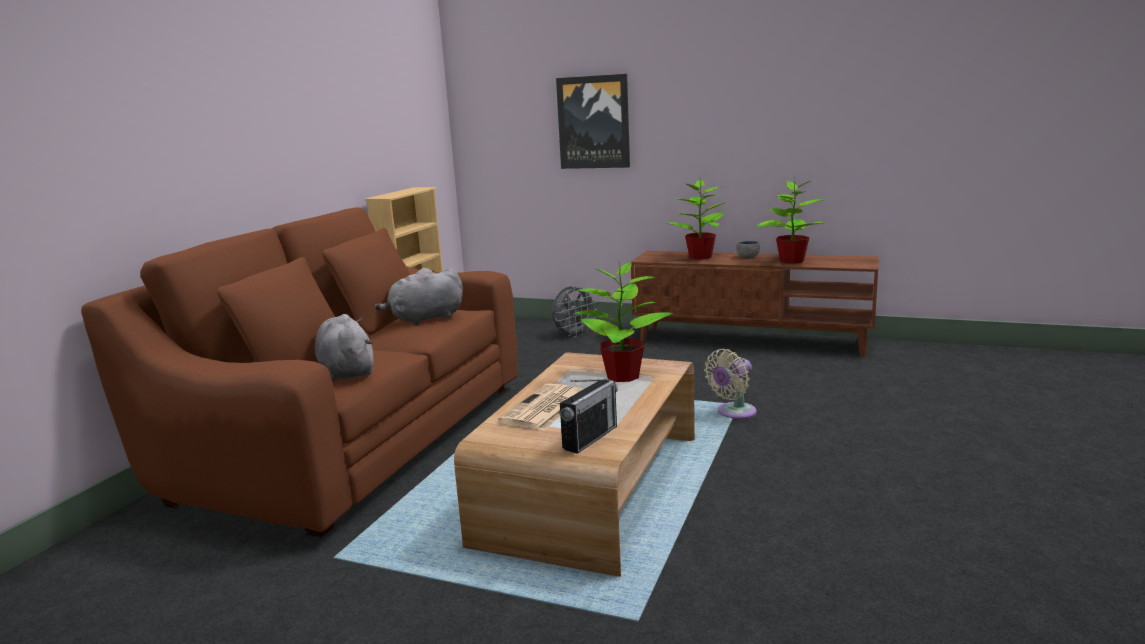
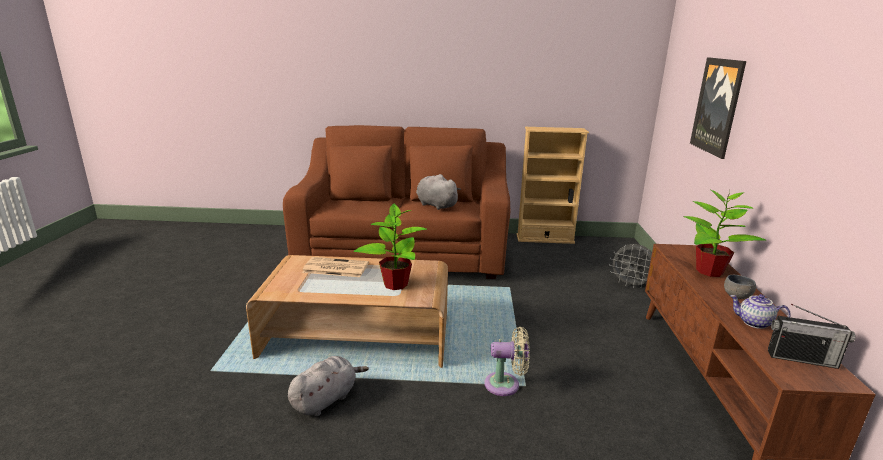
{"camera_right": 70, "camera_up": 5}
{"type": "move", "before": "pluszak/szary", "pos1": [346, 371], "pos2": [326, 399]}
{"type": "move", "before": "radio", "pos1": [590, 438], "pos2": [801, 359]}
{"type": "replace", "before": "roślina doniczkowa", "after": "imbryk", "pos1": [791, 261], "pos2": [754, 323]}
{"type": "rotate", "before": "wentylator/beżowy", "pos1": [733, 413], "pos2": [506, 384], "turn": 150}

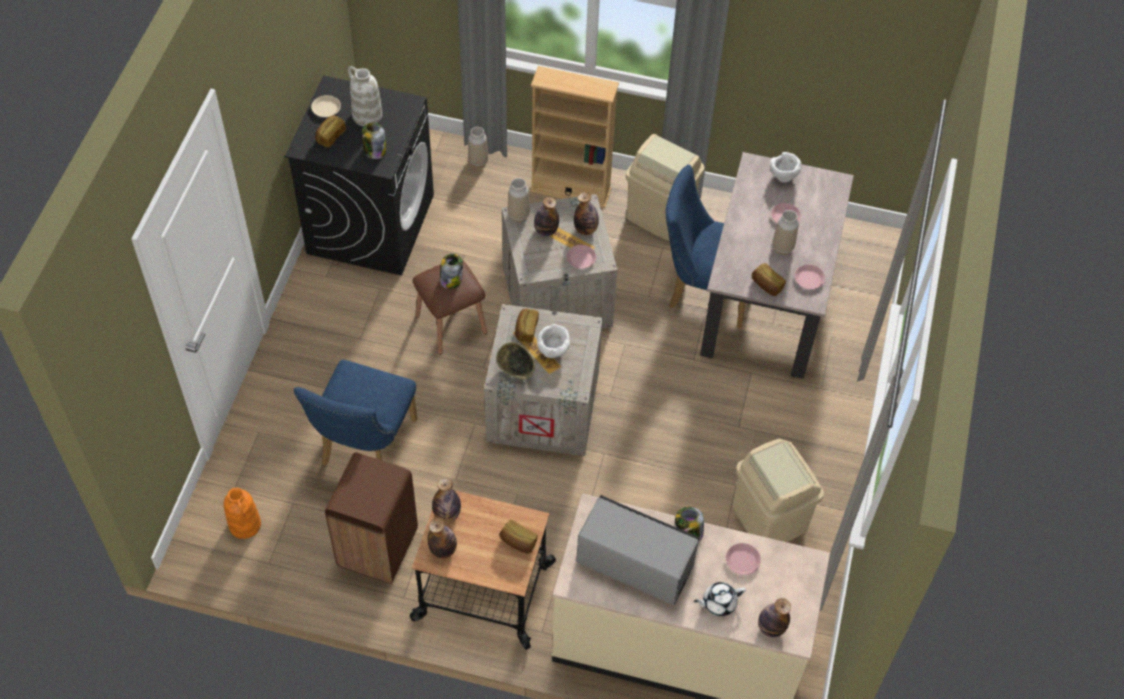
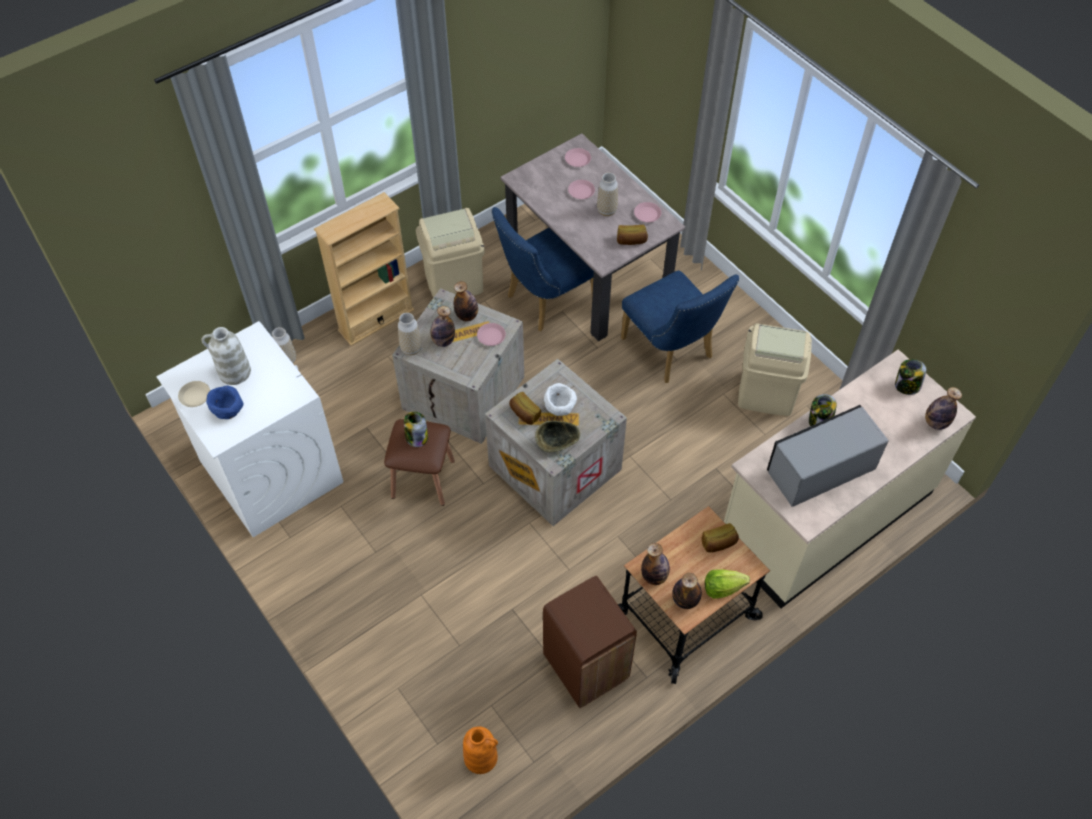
{"camera_right": -50, "camera_up": 0}
{"type": "delete", "before": "imbryk/biały", "pos1": [718, 603]}
{"type": "delete", "before": "miska/biały", "pos1": [783, 177]}
{"type": "insert", "after": "sałata", "pos2": [722, 588]}
{"type": "move", "before": "krzesło/niebieski", "pos1": [364, 447], "pos2": [671, 352]}
{"type": "move", "before": "słoik", "pos1": [374, 151], "pos2": [906, 386]}
{"type": "move", "before": "talerz/różowy", "pos1": [742, 560], "pos2": [577, 160]}
{"type": "replace", "before": "chleb", "after": "miska/niebieski", "pos1": [330, 136], "pos2": [228, 411]}
{"type": "recolor", "before": "pralka/czarny", "after": "pralka/biały", "pos1": [370, 223], "pos2": [270, 471]}

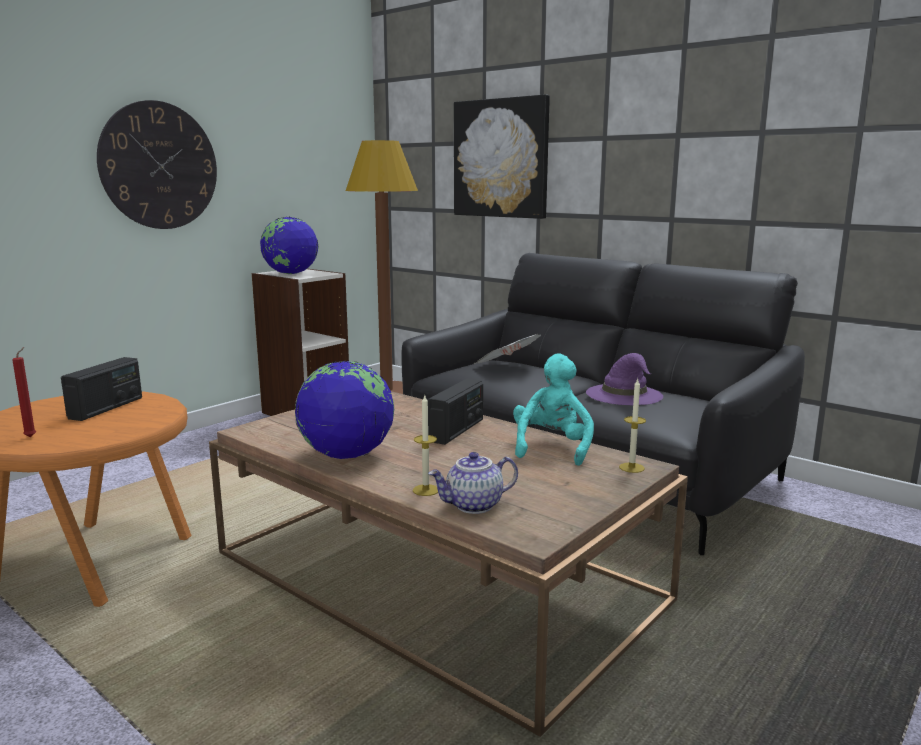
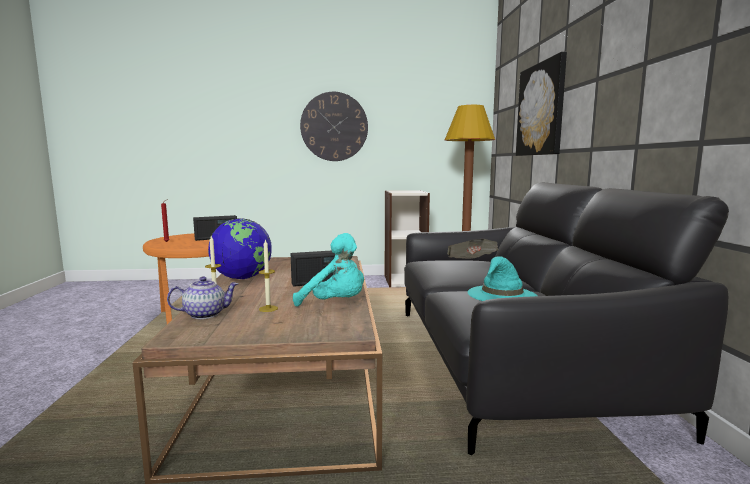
{"camera_right": 45, "camera_up": -5}
{"type": "delete", "before": "globus", "pos1": [290, 274]}
{"type": "move", "before": "świeca", "pos1": [631, 467], "pos2": [268, 308]}
{"type": "recolor", "before": "kapelusz/fioletowy", "after": "kapelusz/turkusowy", "pos1": [625, 394], "pos2": [502, 295]}
{"type": "rotate", "before": "imbryk", "pos1": [474, 506], "pos2": [205, 314], "turn": 135}
{"type": "rotate", "before": "pluszak/turkusowy", "pos1": [552, 448], "pos2": [336, 304], "turn": 60}

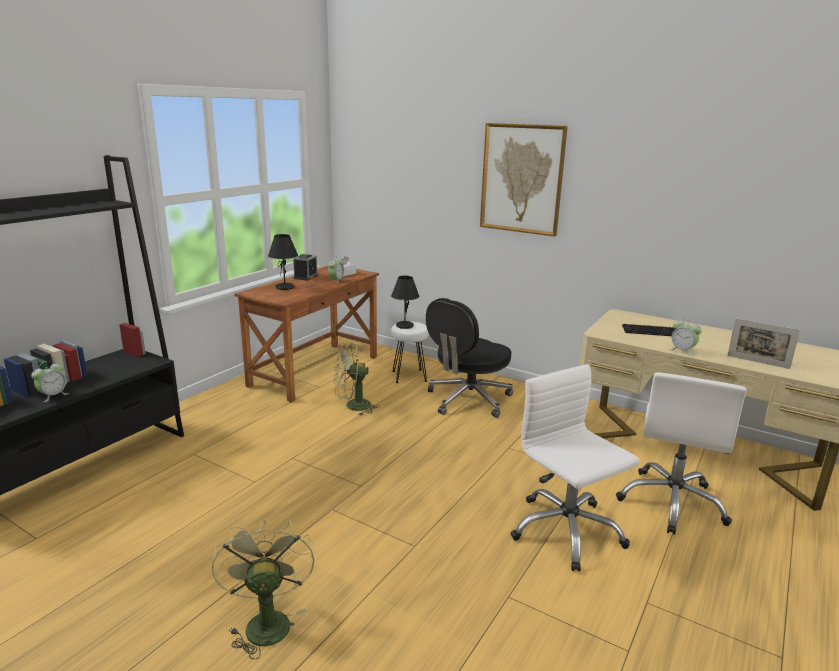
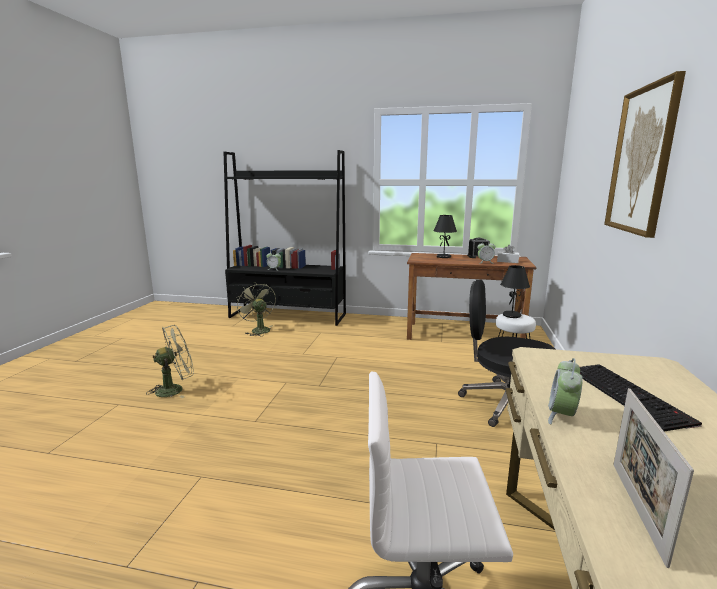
{"camera_right": 70, "camera_up": -5}
{"type": "delete", "before": "krzesło biurowe/biały", "pos1": [566, 531]}
{"type": "move", "before": "wentylator/zielony", "pos1": [352, 407], "pos2": [258, 330]}

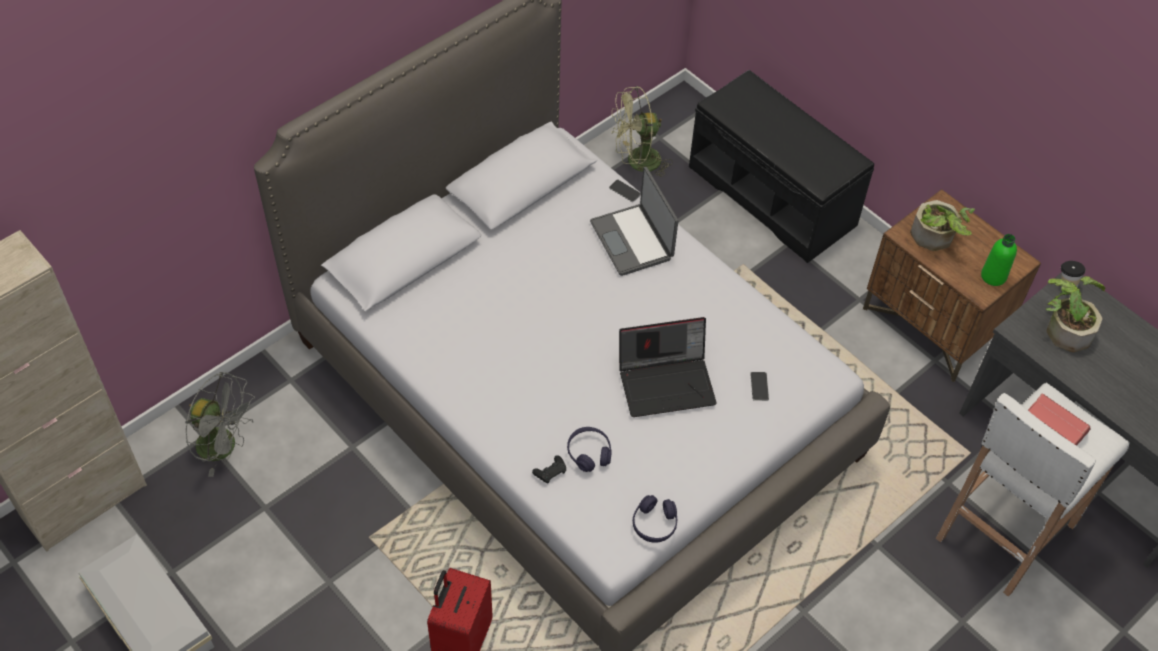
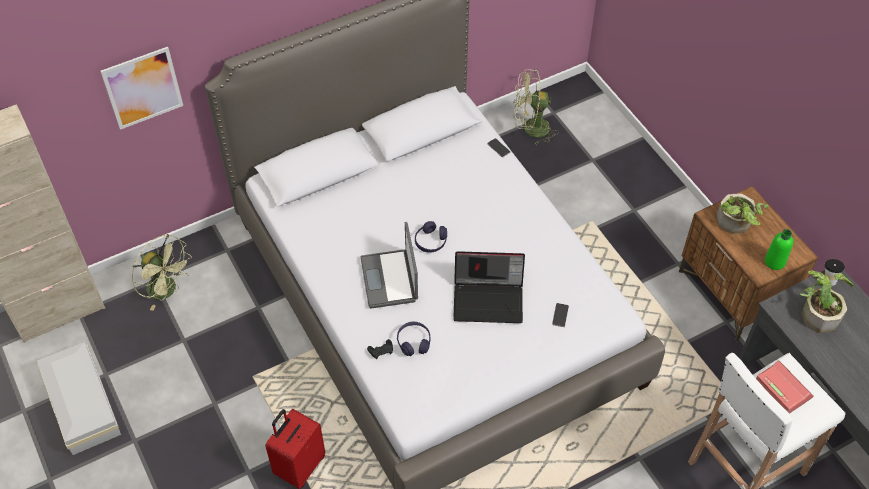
{"camera_right": 15, "camera_up": 0}
{"type": "delete", "before": "ławka/czarny", "pos1": [772, 195]}
{"type": "insert", "after": "obraz", "pos2": [143, 88]}
{"type": "move", "before": "laptop", "pos1": [633, 240], "pos2": [390, 279]}
{"type": "move", "before": "słuchawki/fioletowy", "pos1": [654, 524], "pos2": [431, 241]}
{"type": "recolor", "before": "wentylator/szary", "after": "wentylator/zielony", "pos1": [225, 446], "pos2": [167, 290]}

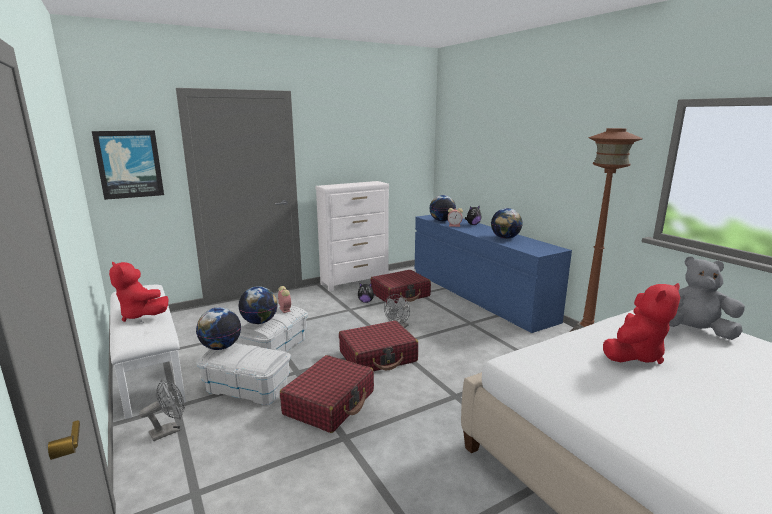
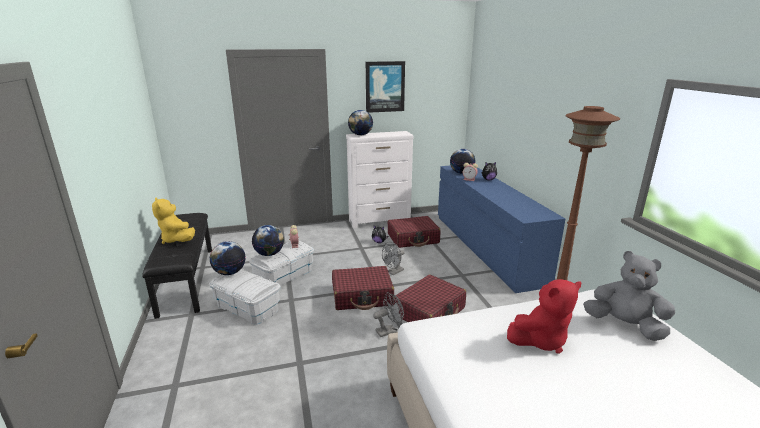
{"camera_right": 15, "camera_up": 5}
{"type": "move", "before": "obraz", "pos1": [129, 164], "pos2": [385, 87]}
{"type": "move", "before": "wentylator/szary", "pos1": [169, 430], "pos2": [389, 330]}
{"type": "move", "before": "walizka/czerwony", "pos1": [330, 403], "pos2": [429, 311]}
{"type": "move", "before": "globus", "pos1": [505, 238], "pos2": [360, 135]}
{"type": "recolor", "before": "pluszak/czerwony", "after": "pluszak/żółty", "pos1": [141, 315], "pos2": [177, 240]}
{"type": "recolor", "before": "ławka/biały", "after": "ławka/czarny", "pos1": [148, 368], "pos2": [186, 280]}

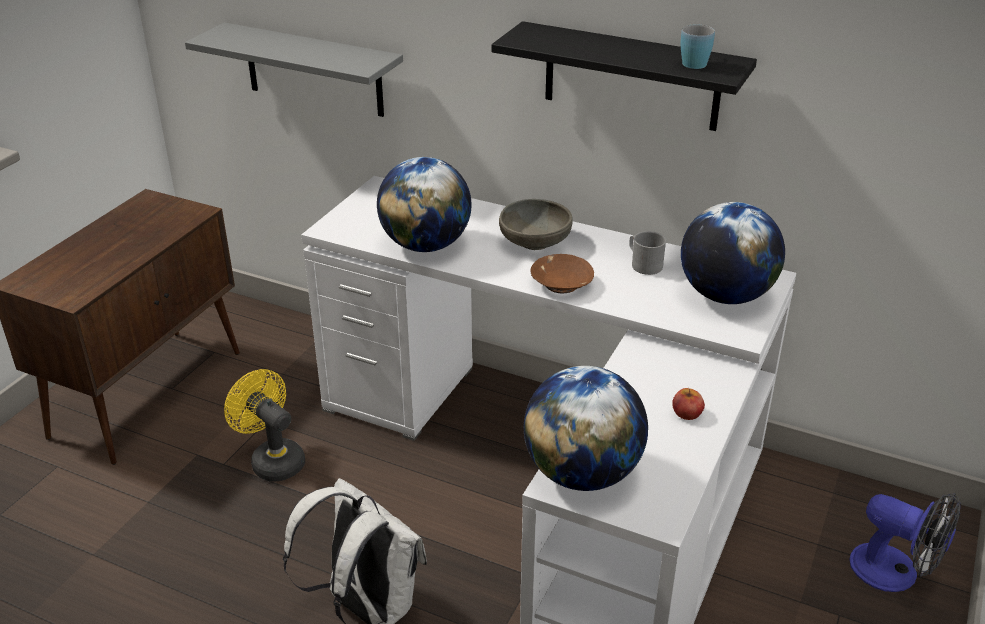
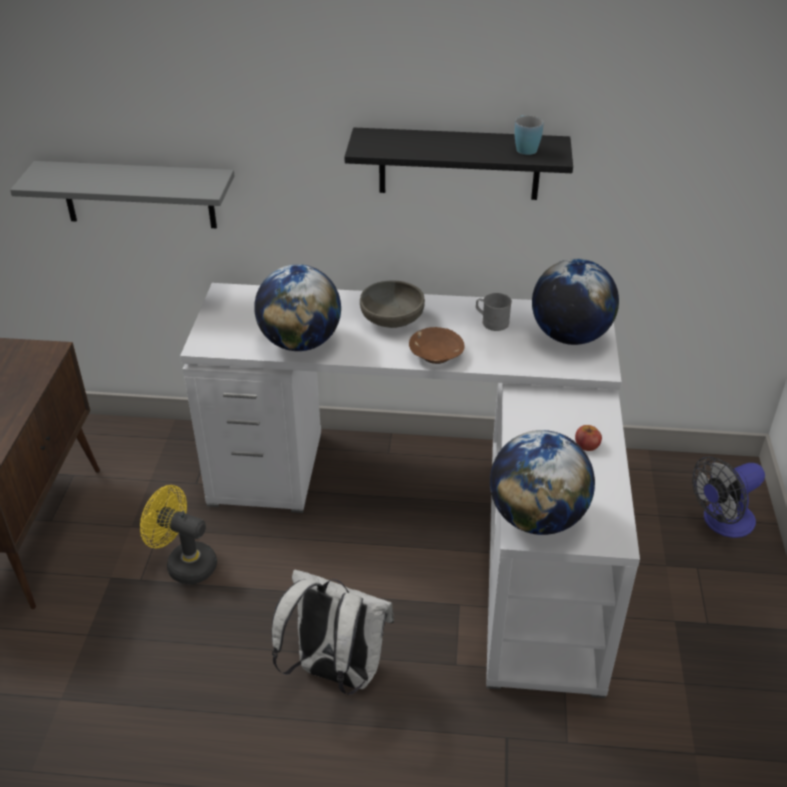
{"camera_right": -20, "camera_up": 5}
{"type": "rotate", "before": "wentylator", "pos1": [895, 573], "pos2": [721, 523], "turn": 135}

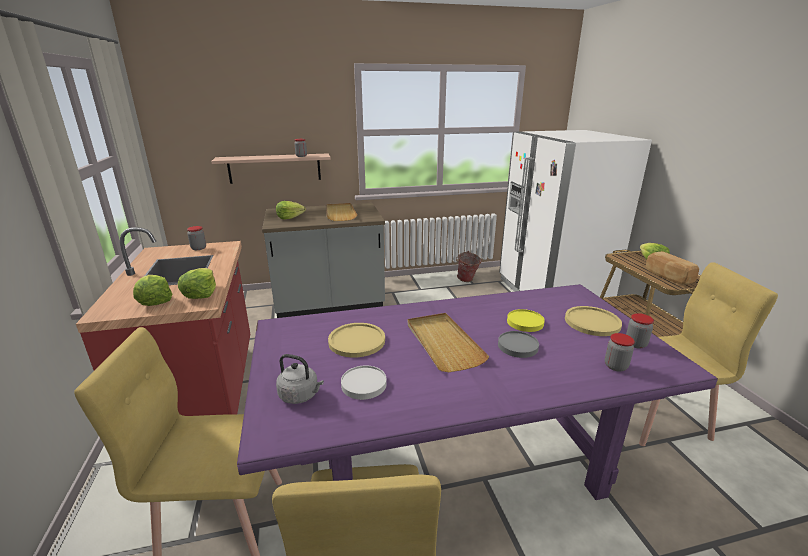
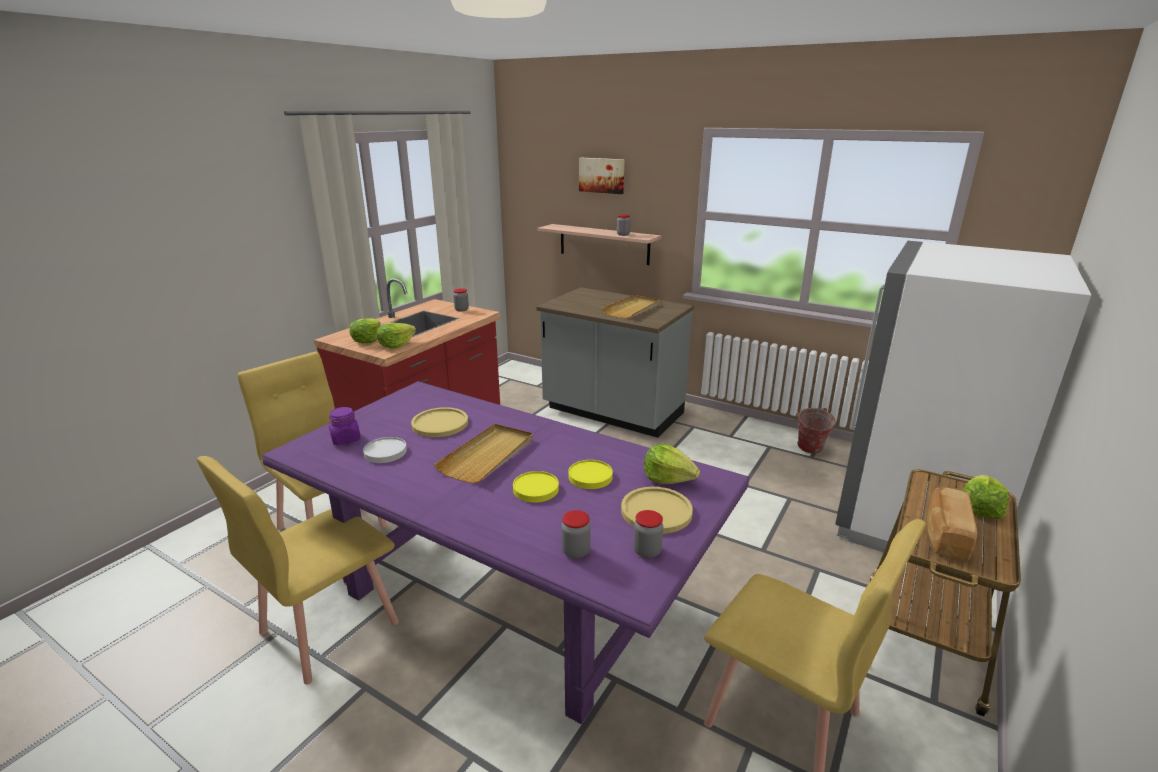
{"camera_right": 45, "camera_up": 0}
{"type": "insert", "after": "obraz", "pos2": [602, 175]}
{"type": "move", "before": "sałata", "pos1": [289, 217], "pos2": [668, 478]}
{"type": "replace", "before": "czajnik/szary", "after": "słoik/fioletowy", "pos1": [300, 395], "pos2": [345, 439]}
{"type": "recolor", "before": "talerz/szary", "after": "talerz/żółty", "pos1": [517, 346], "pos2": [535, 489]}

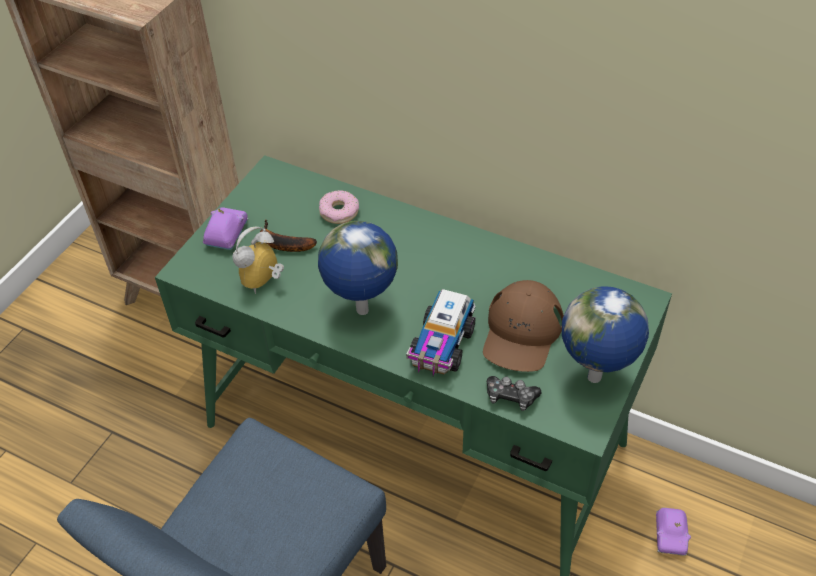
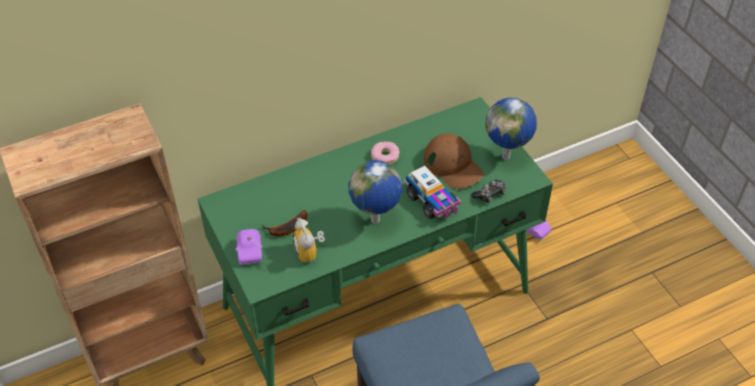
{"camera_right": -55, "camera_up": 0}
{"type": "move", "before": "donut", "pos1": [339, 212], "pos2": [385, 156]}
{"type": "rotate", "before": "samochodzik/fioletowy", "pos1": [226, 234], "pos2": [250, 251], "turn": -150}

